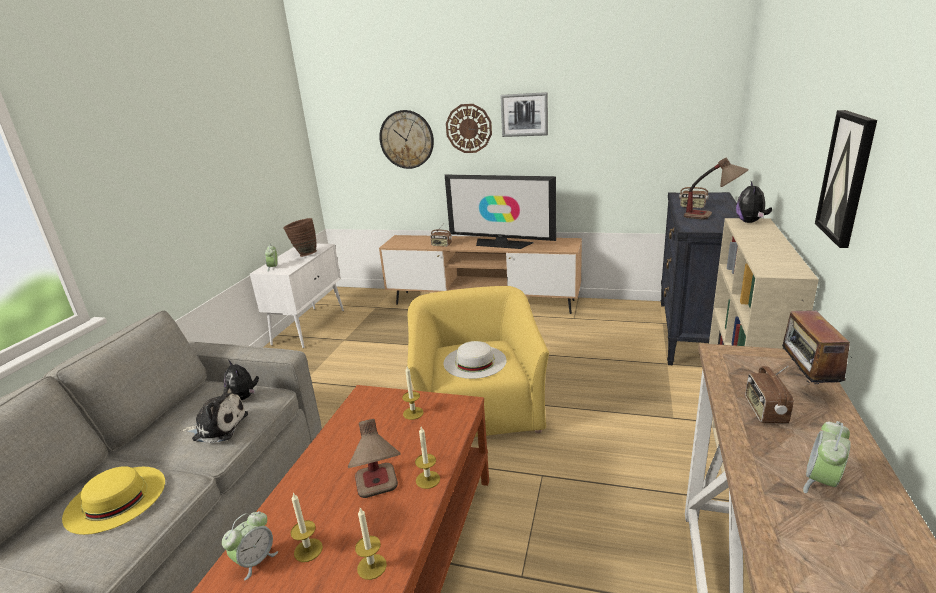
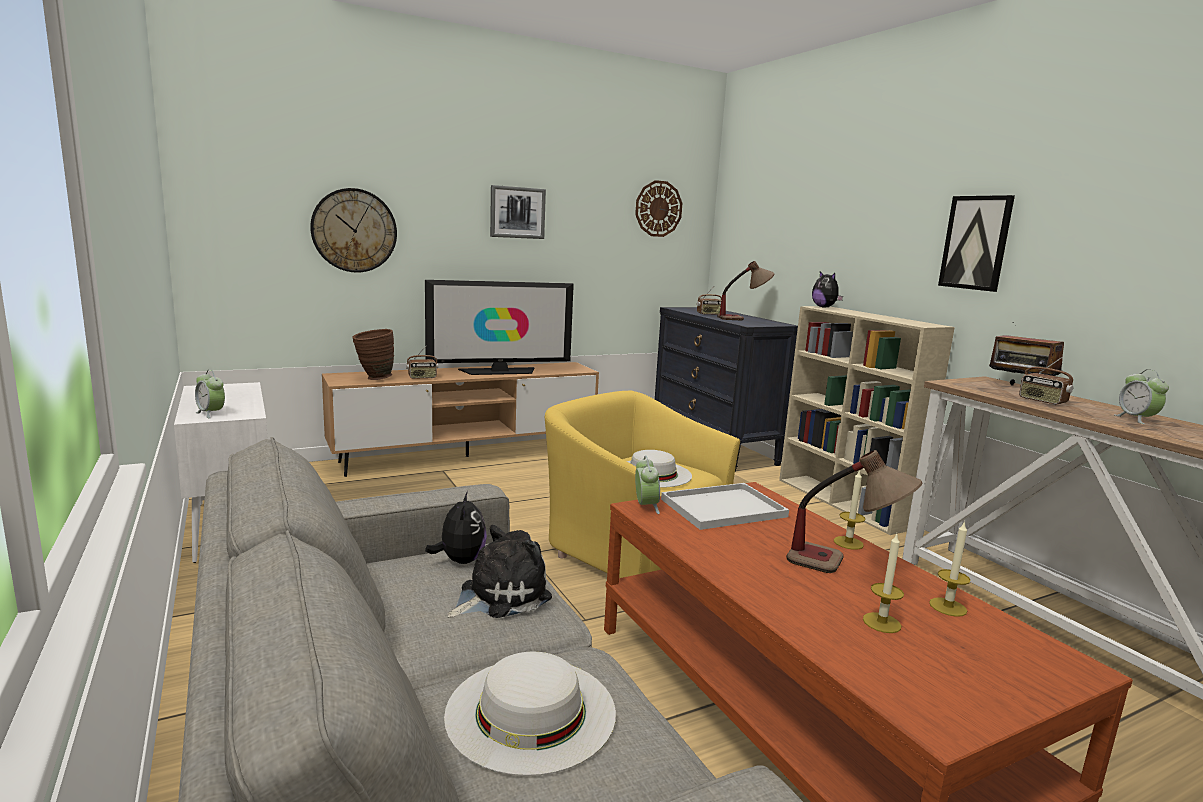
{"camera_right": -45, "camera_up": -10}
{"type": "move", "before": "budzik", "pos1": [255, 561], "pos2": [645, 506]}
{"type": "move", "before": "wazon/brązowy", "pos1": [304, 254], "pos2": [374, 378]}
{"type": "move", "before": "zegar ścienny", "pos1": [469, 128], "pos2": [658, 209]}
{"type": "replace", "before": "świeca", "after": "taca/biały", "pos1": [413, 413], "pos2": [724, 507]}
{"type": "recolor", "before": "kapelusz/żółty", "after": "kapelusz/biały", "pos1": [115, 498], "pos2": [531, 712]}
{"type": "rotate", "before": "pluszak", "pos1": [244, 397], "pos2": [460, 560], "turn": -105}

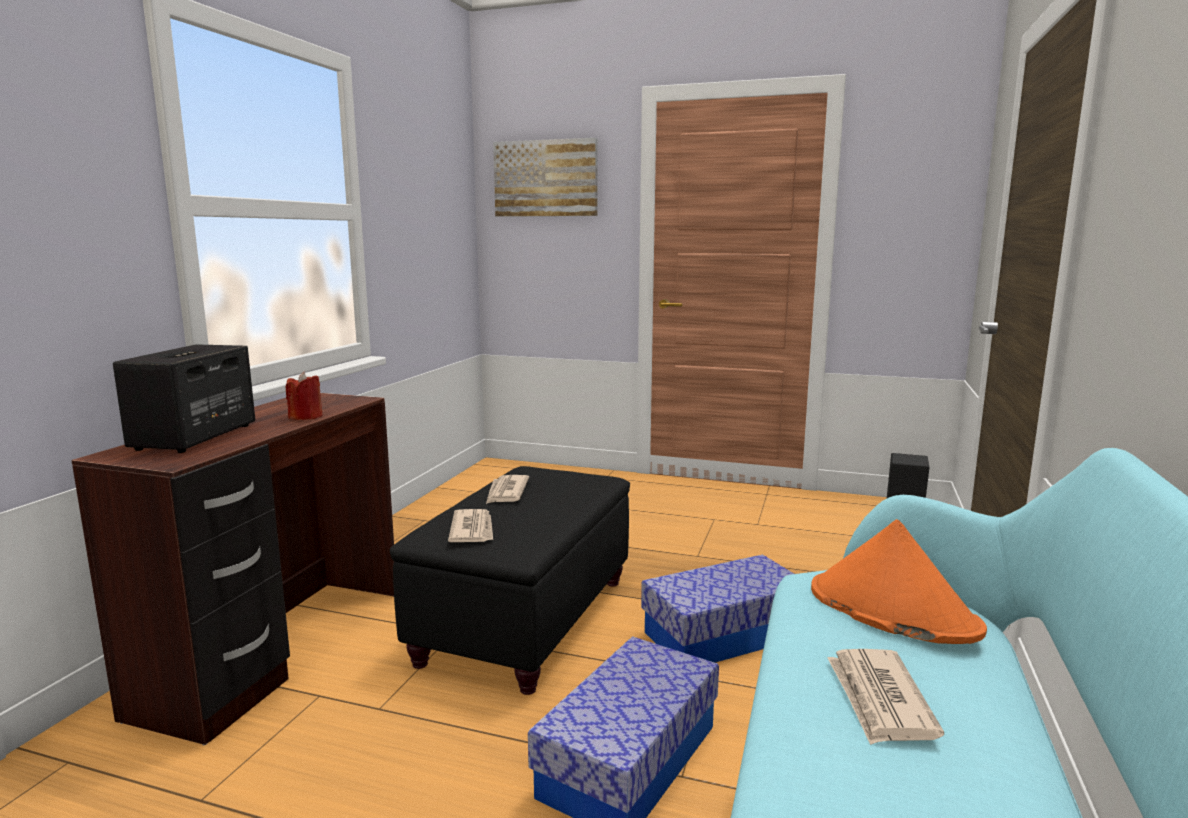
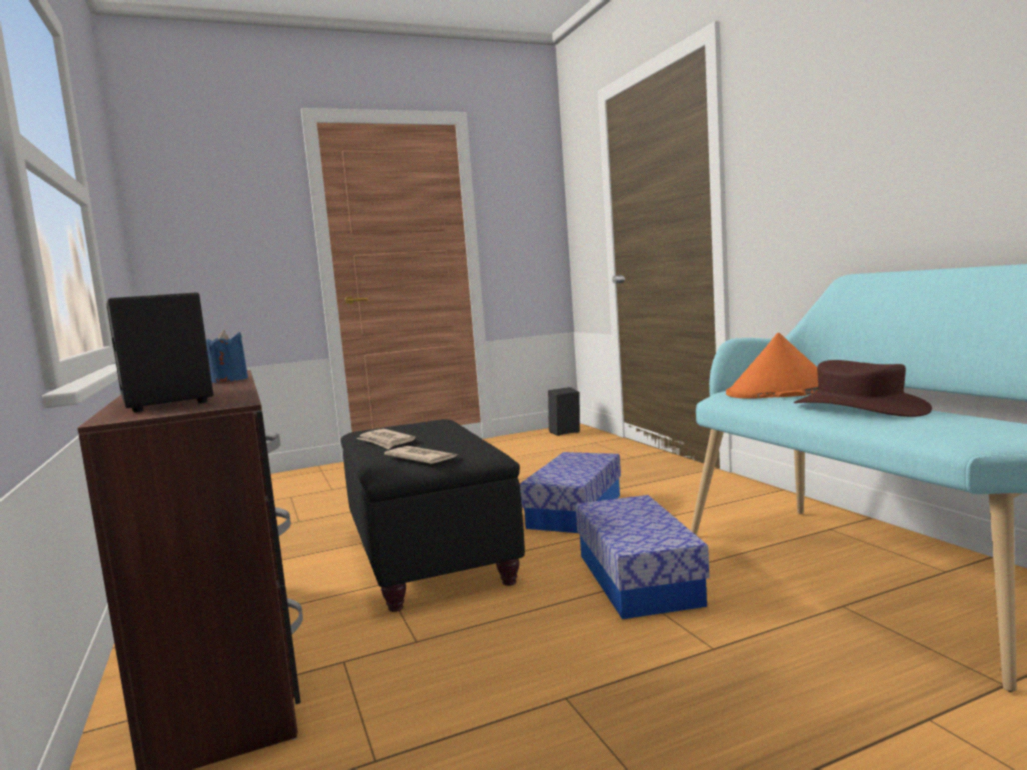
{"camera_right": -40, "camera_up": -5}
{"type": "delete", "before": "obraz", "pos1": [546, 178]}
{"type": "replace", "before": "gazeta", "after": "kapelusz/brązowy", "pos1": [879, 700], "pos2": [859, 407]}
{"type": "recolor", "before": "świeca/czerwony", "after": "świeca/niebieski", "pos1": [306, 417], "pos2": [229, 380]}

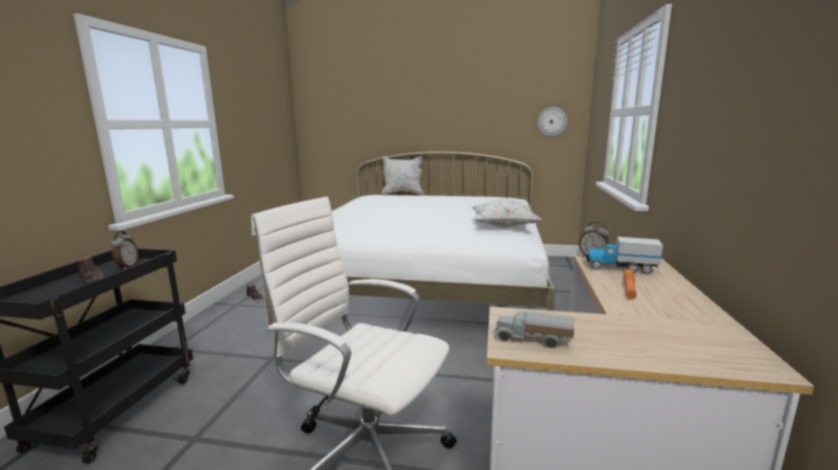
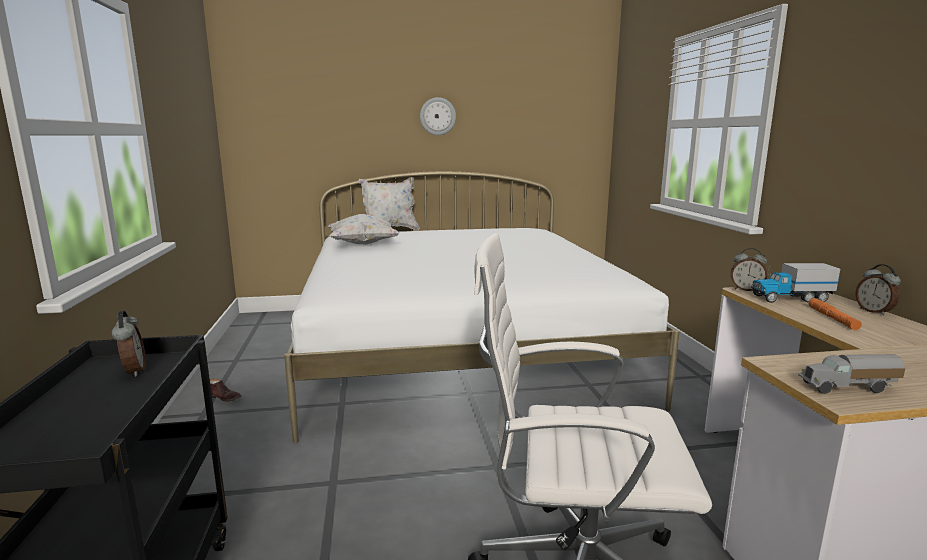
{"camera_right": -20, "camera_up": 0}
{"type": "delete", "before": "but/brązowy", "pos1": [93, 279]}
{"type": "insert", "after": "budzik", "pos2": [874, 312]}
{"type": "move", "before": "poduszka/biały", "pos1": [503, 227], "pos2": [362, 244]}
{"type": "move", "before": "zegar ścienny", "pos1": [552, 121], "pos2": [437, 116]}

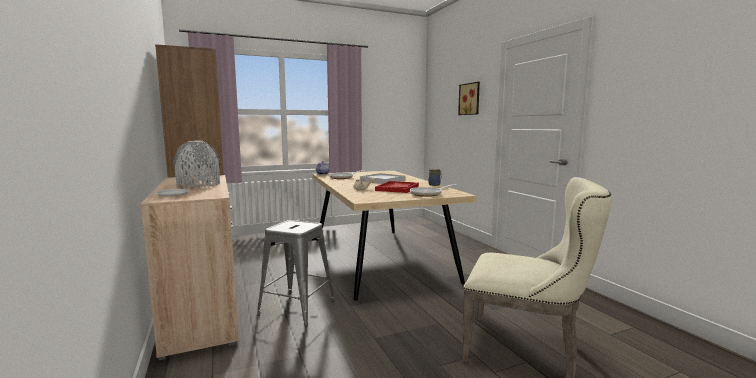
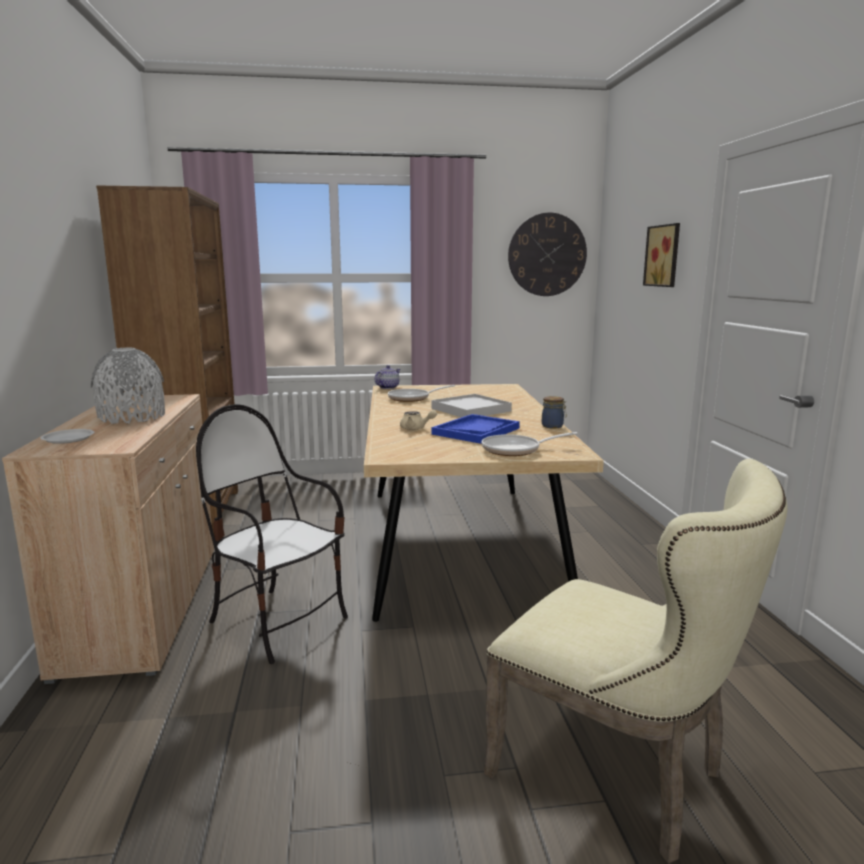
{"camera_right": 15, "camera_up": 5}
{"type": "insert", "after": "zegar ścienny", "pos2": [547, 255]}
{"type": "replace", "before": "stołek/szary", "after": "krzesło", "pos1": [297, 307], "pos2": [278, 622]}
{"type": "recolor", "before": "taca/czerwony", "after": "taca/niebieski", "pos1": [397, 188], "pos2": [476, 431]}

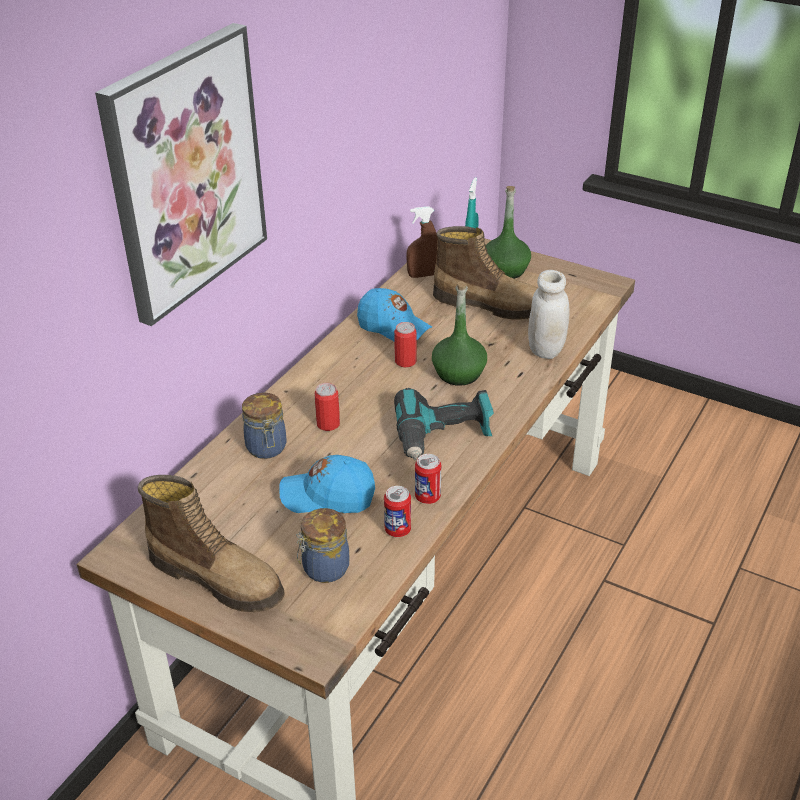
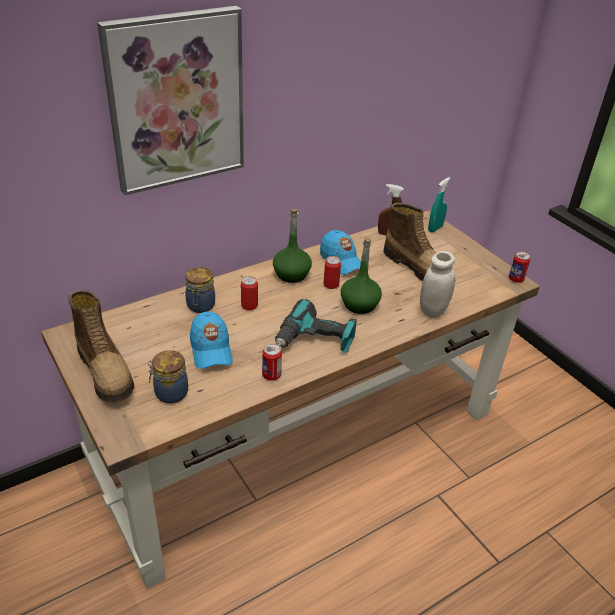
{"camera_right": 25, "camera_up": 0}
{"type": "move", "before": "puszka", "pos1": [397, 530], "pos2": [516, 279]}
{"type": "move", "before": "butelka/zielony", "pos1": [505, 270], "pos2": [291, 274]}
{"type": "rotate", "before": "czapka z daszkiem/niebieski", "pos1": [328, 496], "pos2": [211, 349], "turn": -135}

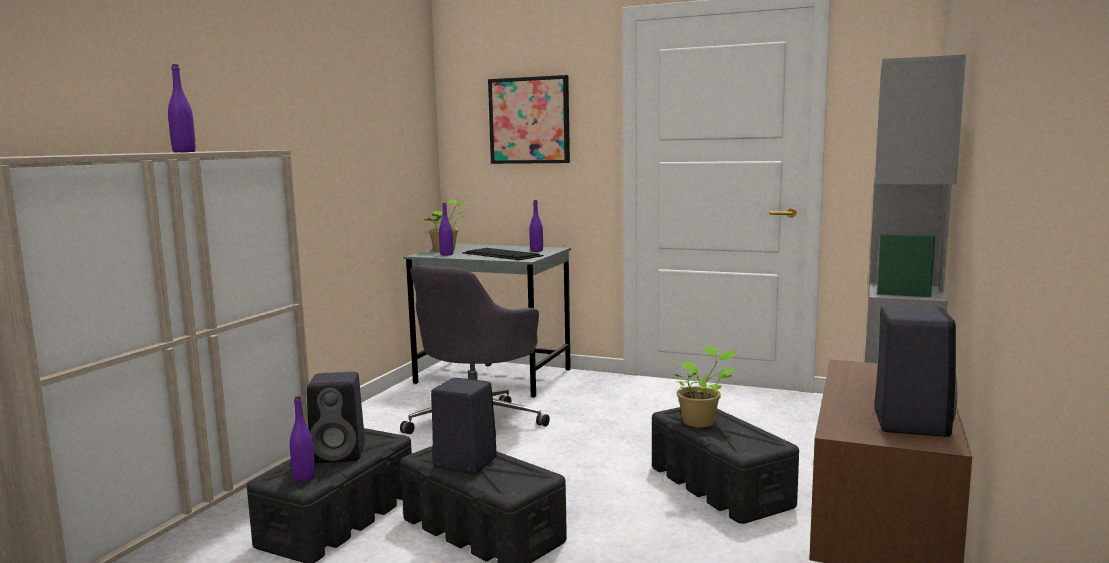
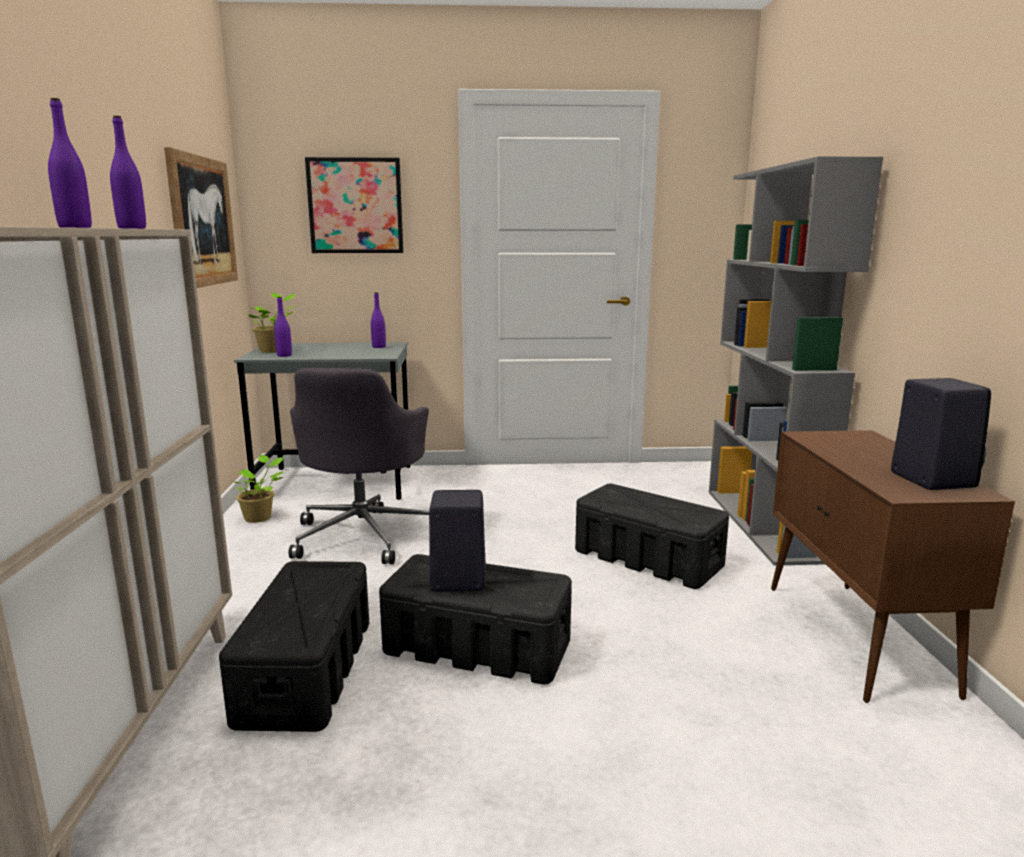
{"camera_right": -25, "camera_up": 5}
{"type": "delete", "before": "głośnik/czarny", "pos1": [340, 453]}
{"type": "delete", "before": "klawiatura", "pos1": [503, 254]}
{"type": "insert", "after": "obraz", "pos2": [202, 221]}
{"type": "move", "before": "butelka/fioletowy", "pos1": [304, 478], "pos2": [132, 228]}
{"type": "move", "before": "roślina doniczkowa", "pos1": [700, 422], "pos2": [260, 517]}

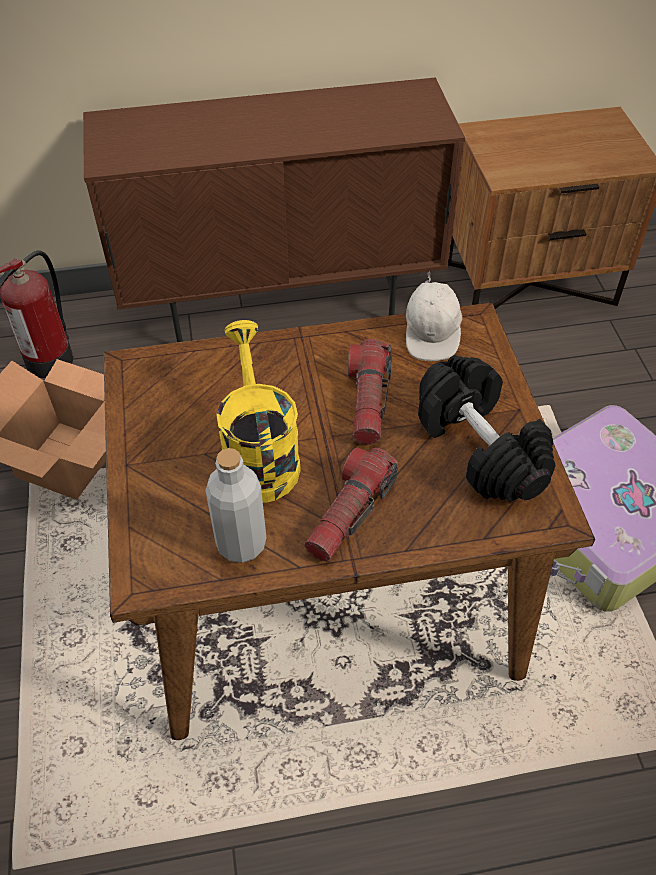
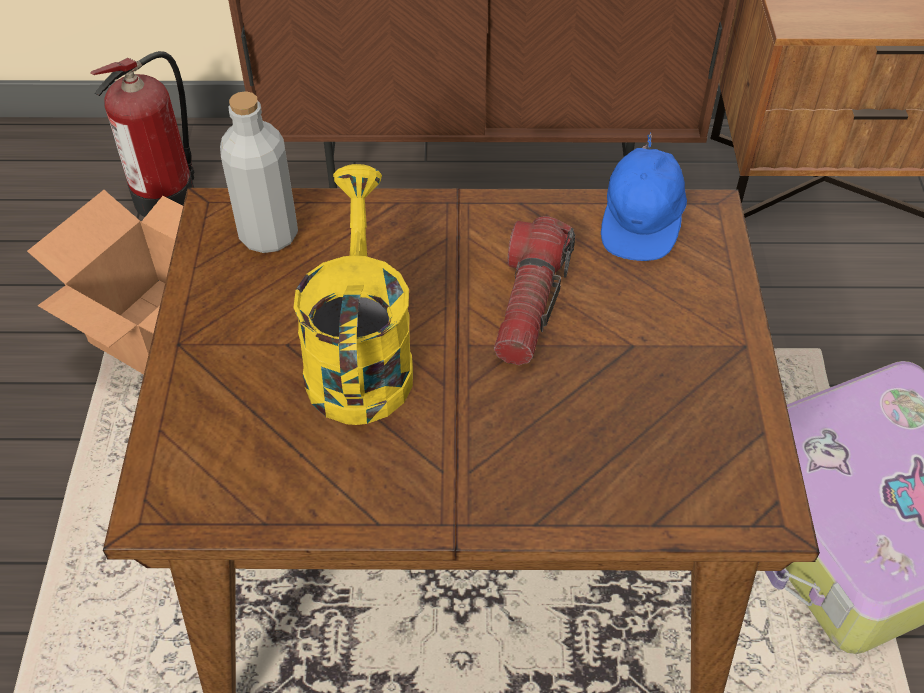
{"camera_right": 10, "camera_up": 0}
{"type": "delete", "before": "latarka", "pos1": [350, 513]}
{"type": "delete", "before": "hantel/czarny", "pos1": [481, 448]}
{"type": "move", "before": "butelka/szary", "pos1": [241, 543], "pos2": [269, 235]}
{"type": "recolor", "before": "czapka z daszkiem/biały", "after": "czapka z daszkiem/niebieski", "pos1": [432, 334], "pos2": [642, 223]}

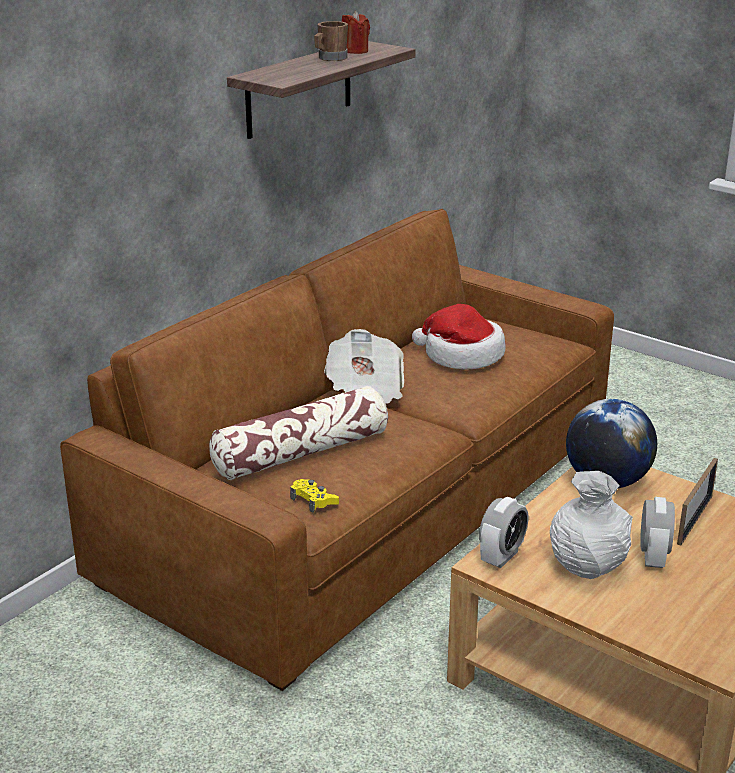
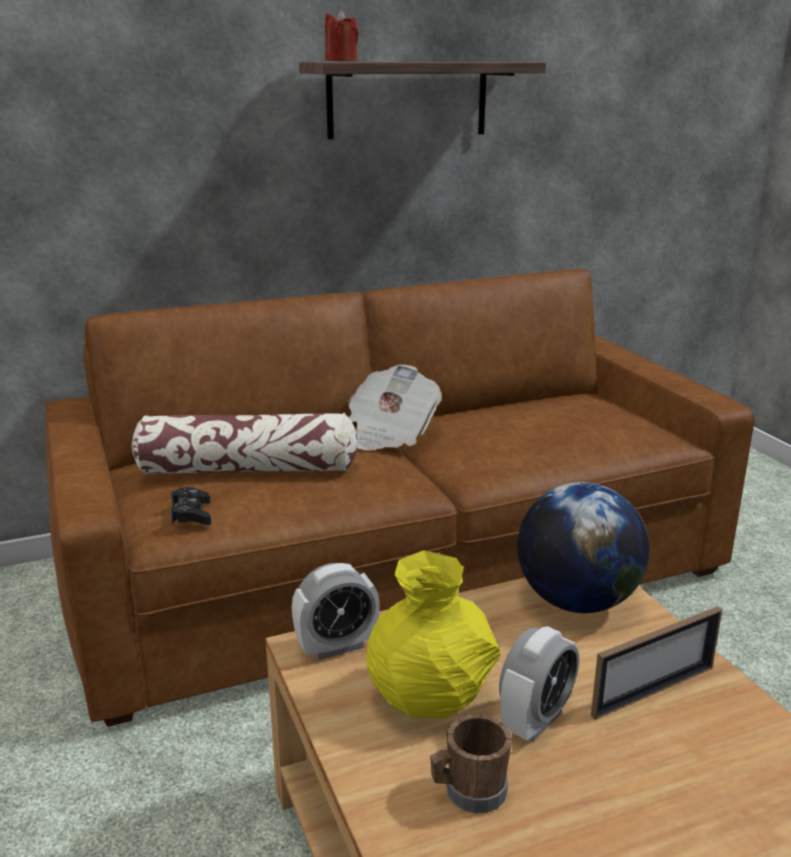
{"camera_right": 30, "camera_up": -5}
{"type": "delete", "before": "kapelusz", "pos1": [461, 355]}
{"type": "move", "before": "kubek/brązowy", "pos1": [330, 58], "pos2": [469, 792]}
{"type": "move", "before": "świeca/czerwony", "pos1": [355, 51], "pos2": [341, 61]}
{"type": "recolor", "before": "pad do gier/żółty", "after": "pad do gier/czarny", "pos1": [314, 500], "pos2": [191, 514]}
{"type": "recolor", "before": "wazon/biały", "after": "wazon/żółty", "pos1": [586, 564], "pos2": [431, 696]}

